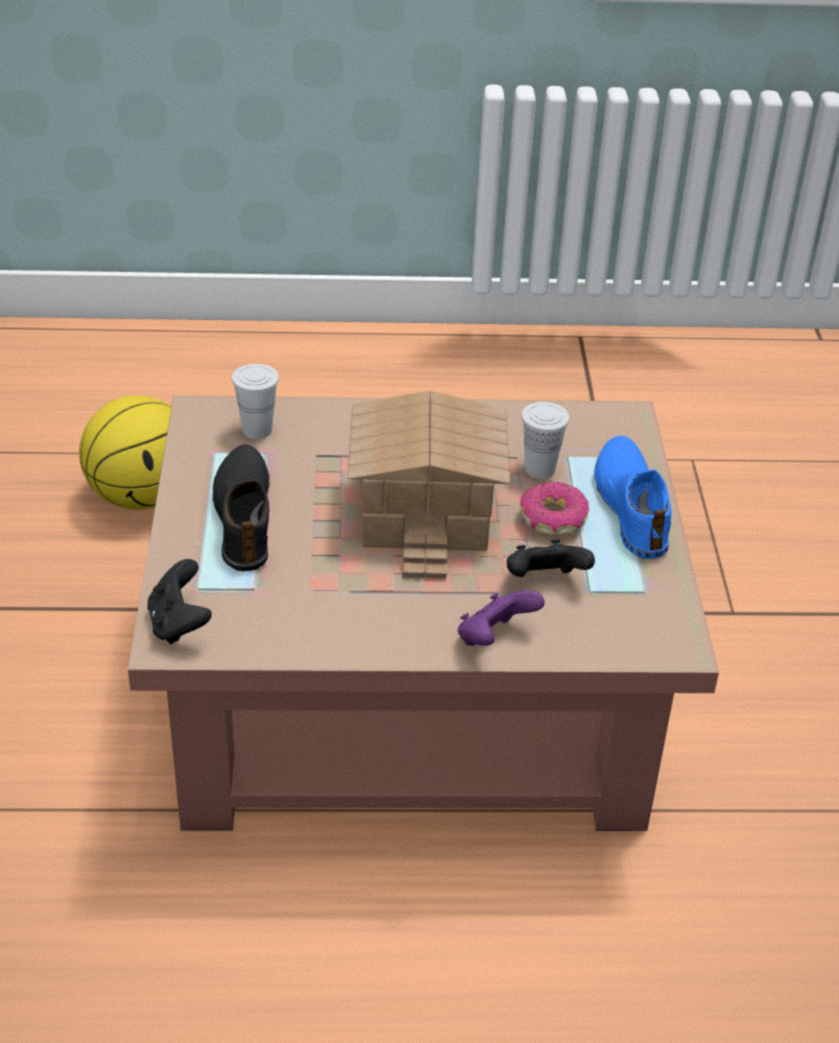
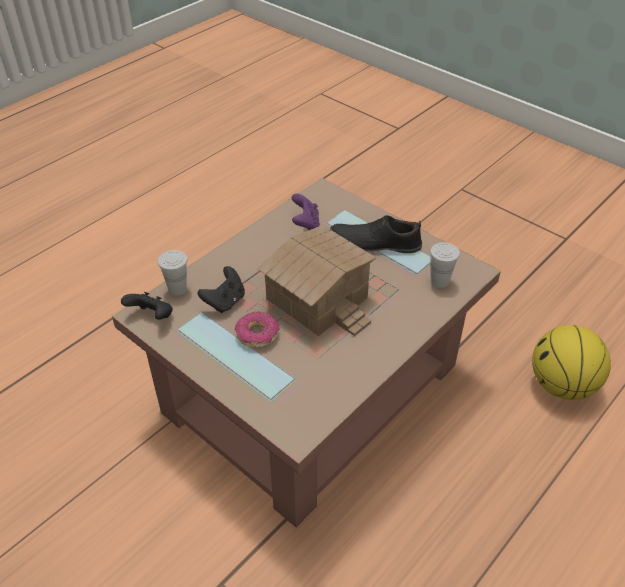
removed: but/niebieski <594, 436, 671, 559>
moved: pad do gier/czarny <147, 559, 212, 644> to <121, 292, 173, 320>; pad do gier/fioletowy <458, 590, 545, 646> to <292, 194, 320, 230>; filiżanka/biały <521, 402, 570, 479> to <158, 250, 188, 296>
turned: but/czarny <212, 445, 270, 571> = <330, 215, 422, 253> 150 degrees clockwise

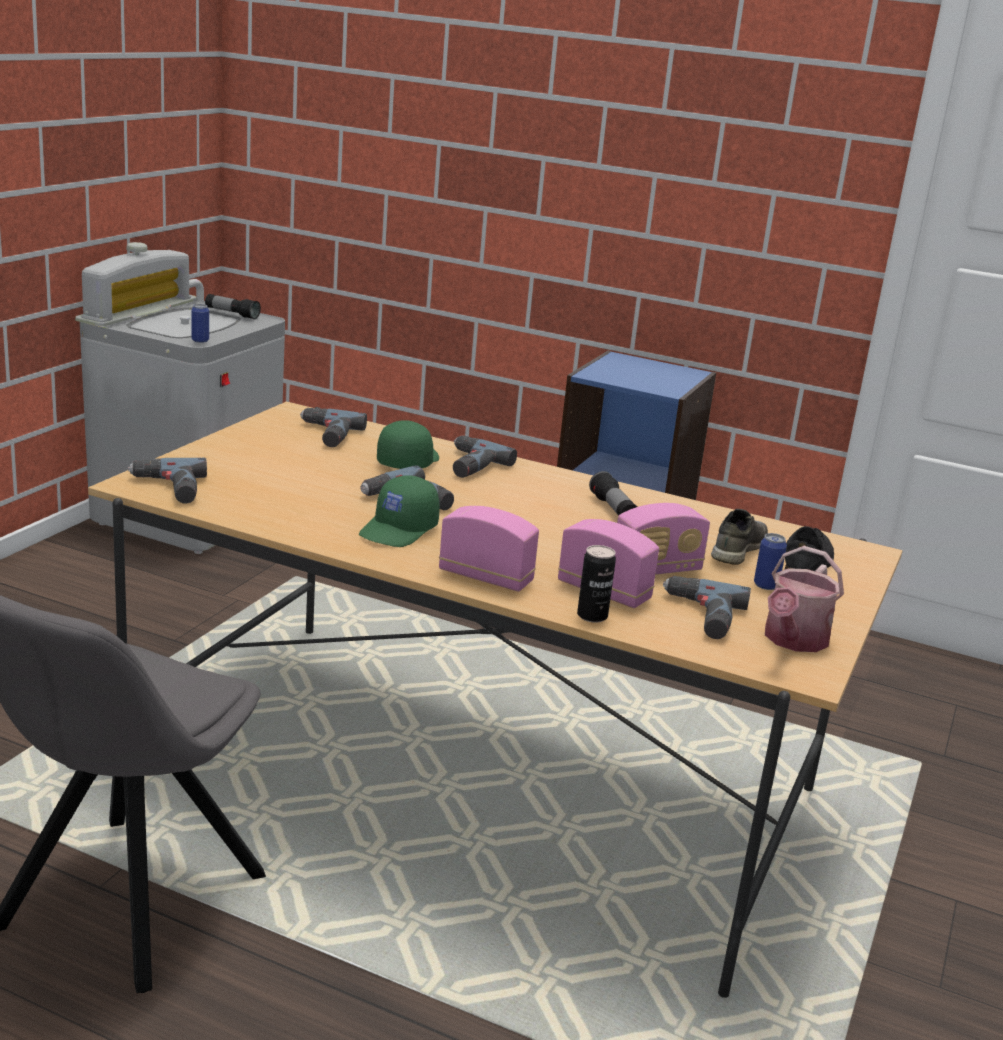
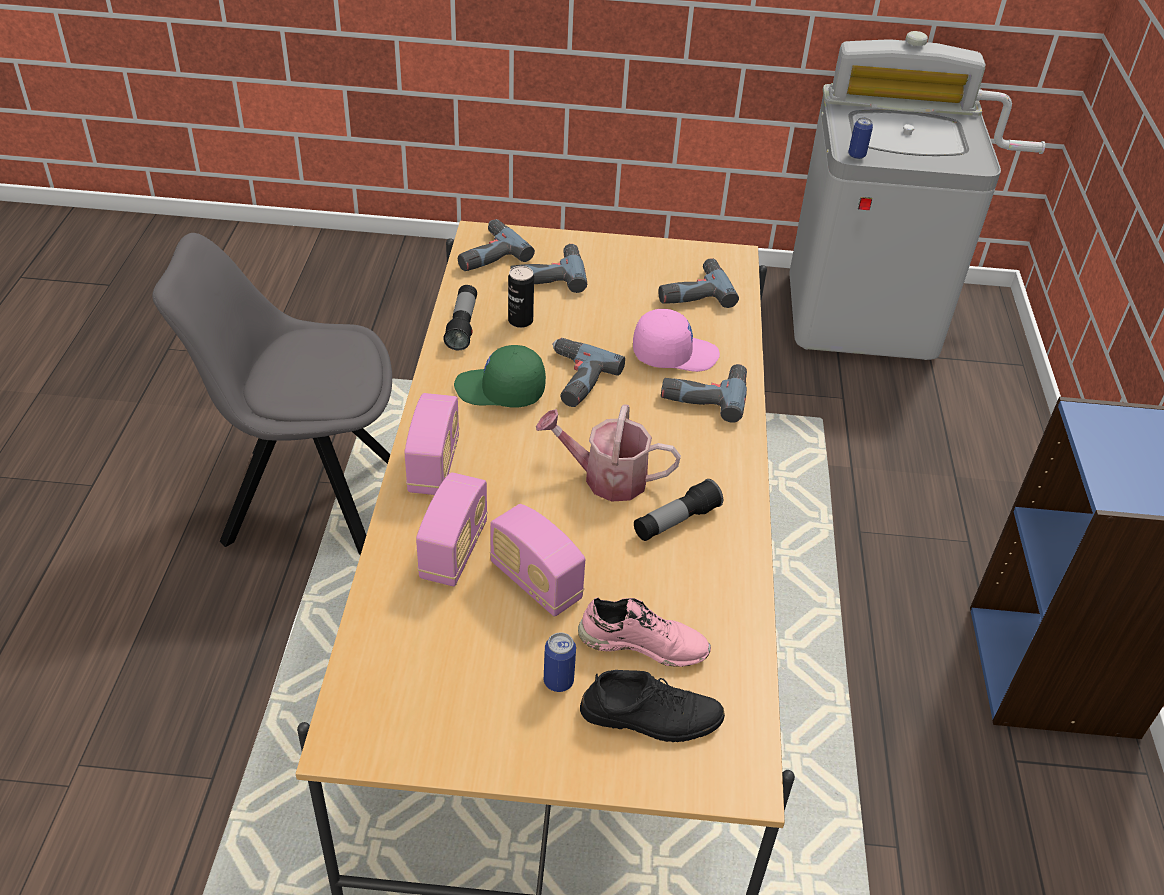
moved: latarka <205, 294, 261, 319> to <443, 285, 477, 350>; puszka <577, 545, 616, 622> to <508, 266, 534, 328>; wiertarka <663, 576, 751, 639> to <510, 244, 587, 293>; konewka <765, 546, 844, 652> to <536, 404, 681, 502>
recoloured: czapka z daszkiem/zielony <377, 420, 439, 469> to czapka z daszkiem/różowy <633, 309, 720, 372>; but/szary <711, 509, 768, 565> to but/różowy <578, 598, 711, 667>

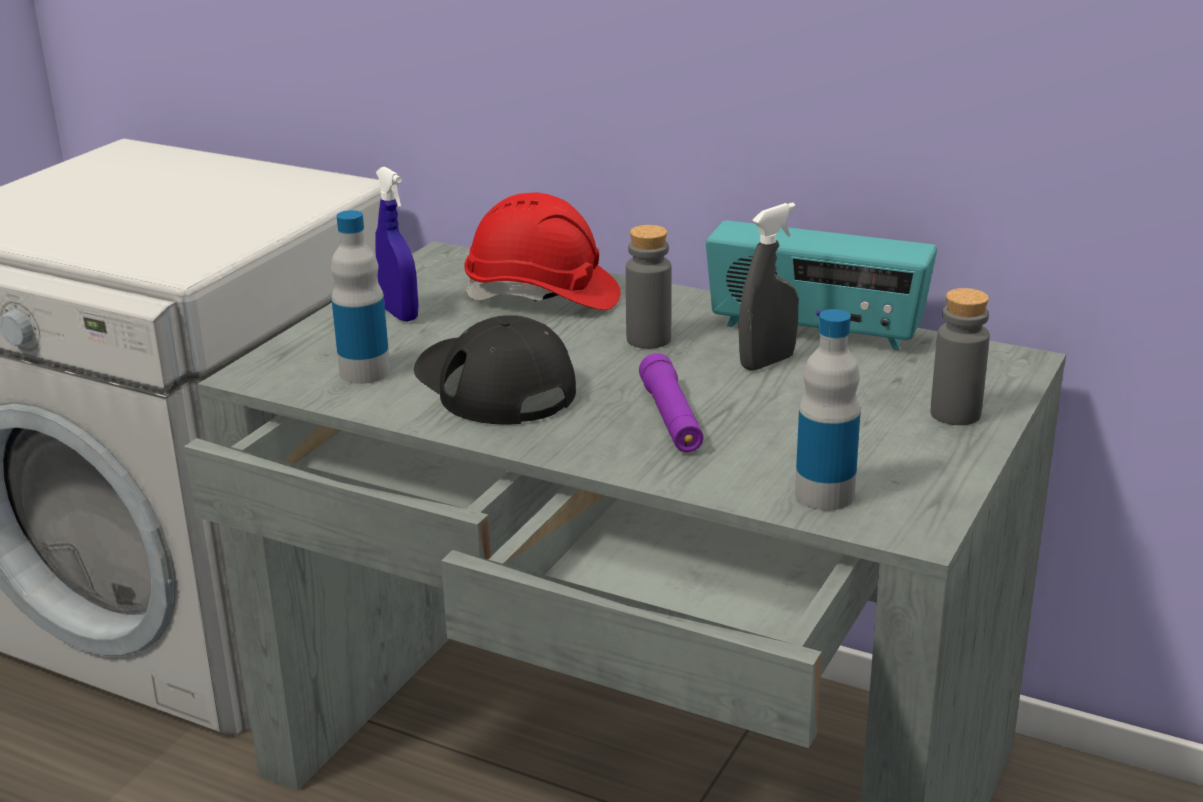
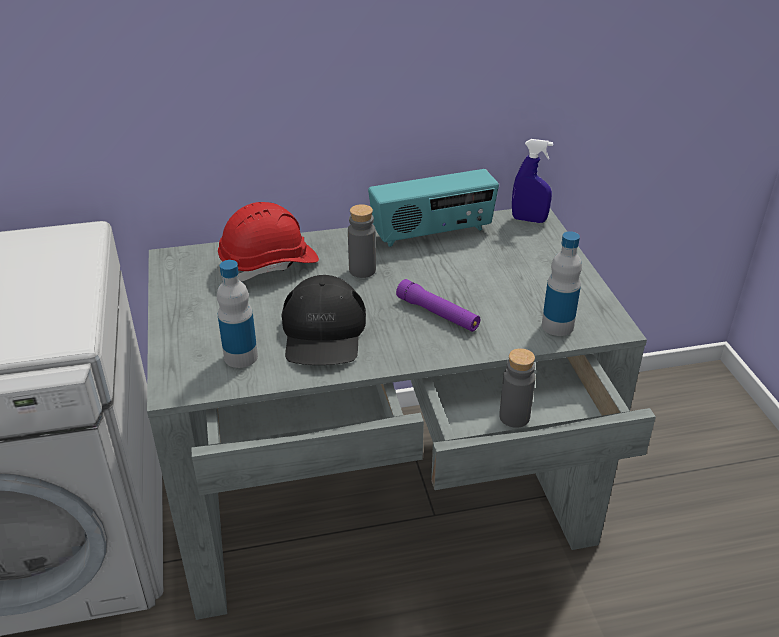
removed: spryskiwacz/szary <739, 202, 798, 371>
moved: spryskiwacz/niebieski <375, 167, 418, 322> to <512, 139, 553, 223>; butelka/szary <930, 288, 990, 425> to <499, 348, 535, 428>
turned: czapka z daszkiem/czarny <414, 315, 576, 424> = <282, 275, 366, 365> 105 degrees counterclockwise

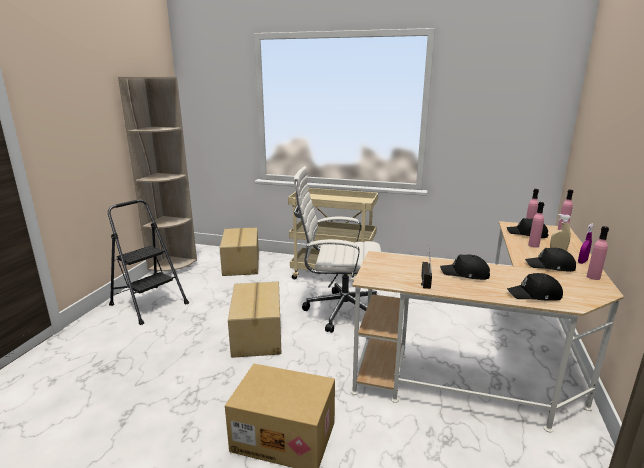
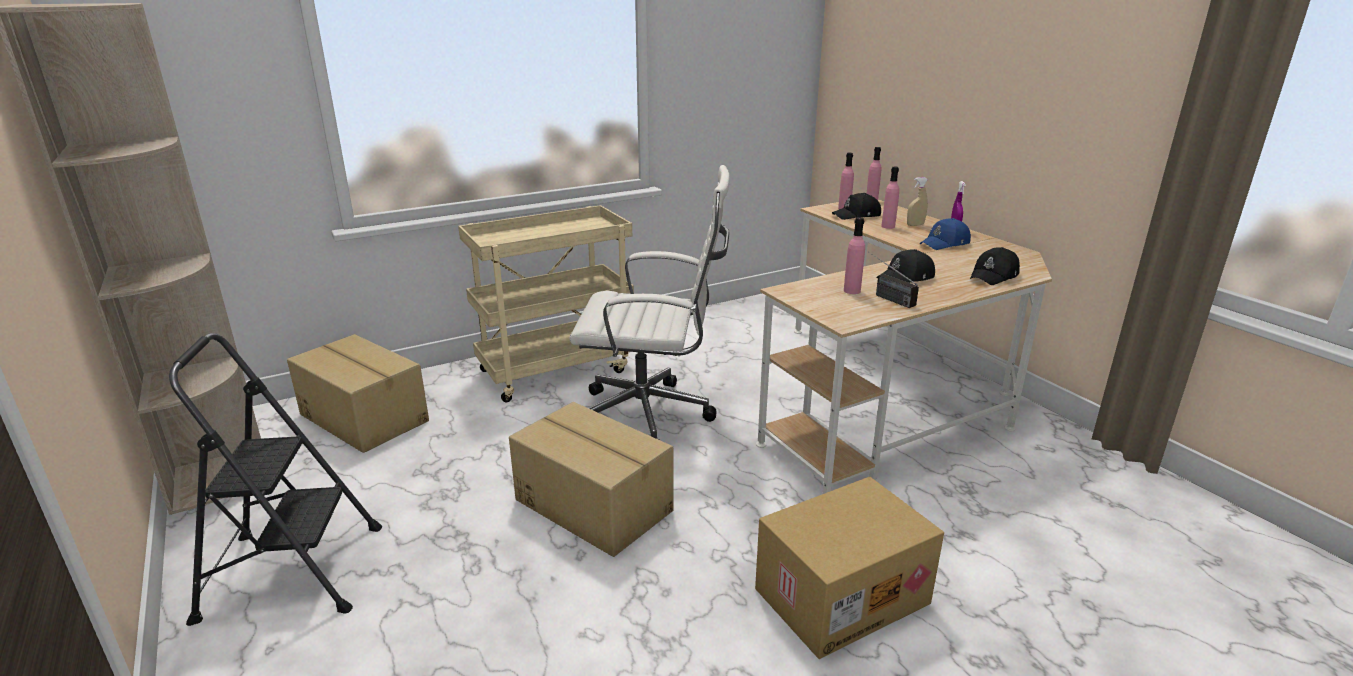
moved: butelka/różowy <587, 226, 609, 280> to <844, 217, 865, 294>
recoloured: czapka z daszkiem/czarny <525, 248, 576, 272> to czapka z daszkiem/niebieski <920, 218, 971, 250>
turned: krzesło biurowe/biały <294, 166, 381, 333> = <570, 165, 730, 441> 135 degrees counterclockwise

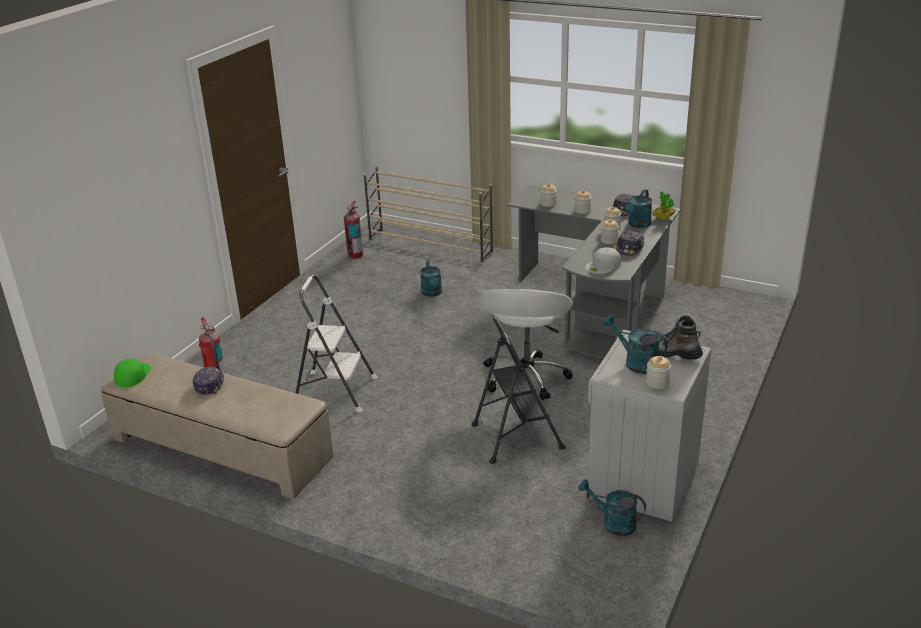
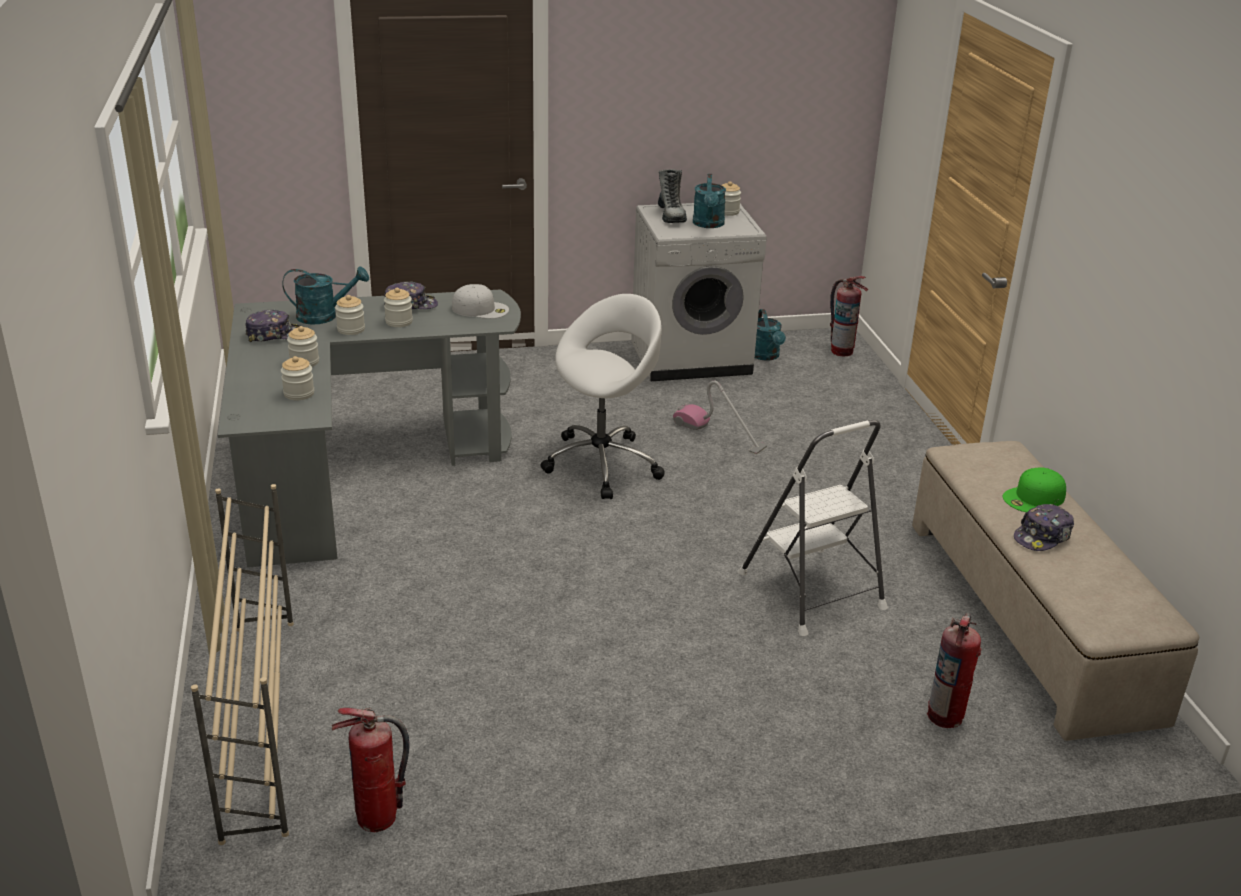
removed: konewka/turkusowy <420, 261, 442, 297>; roślina doniczkowa <653, 191, 676, 220>
added: gaśnica <830, 276, 868, 356>
moved: czapka z daszkiem/zielony <114, 359, 151, 387> to <1003, 467, 1066, 512>
replaced: drabinka/czarny <471, 316, 566, 464> to odkurzacz <673, 381, 767, 454>

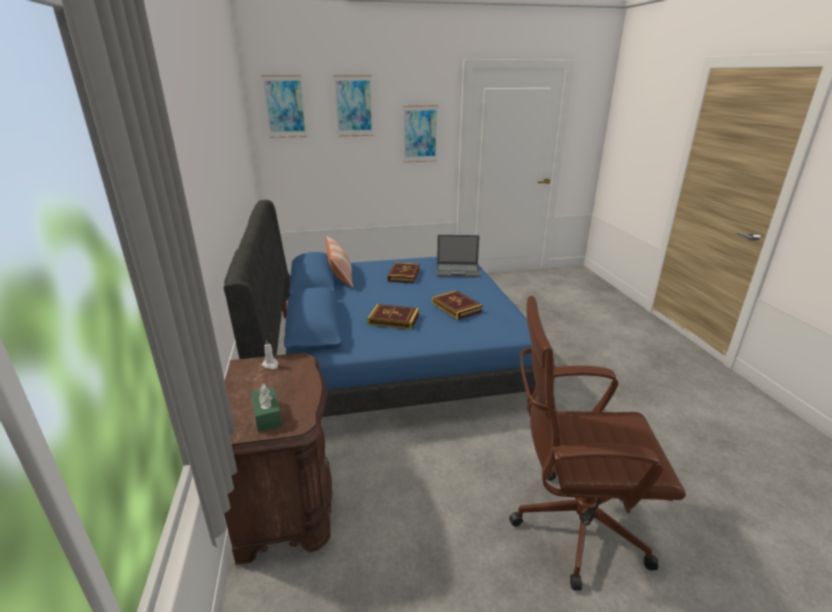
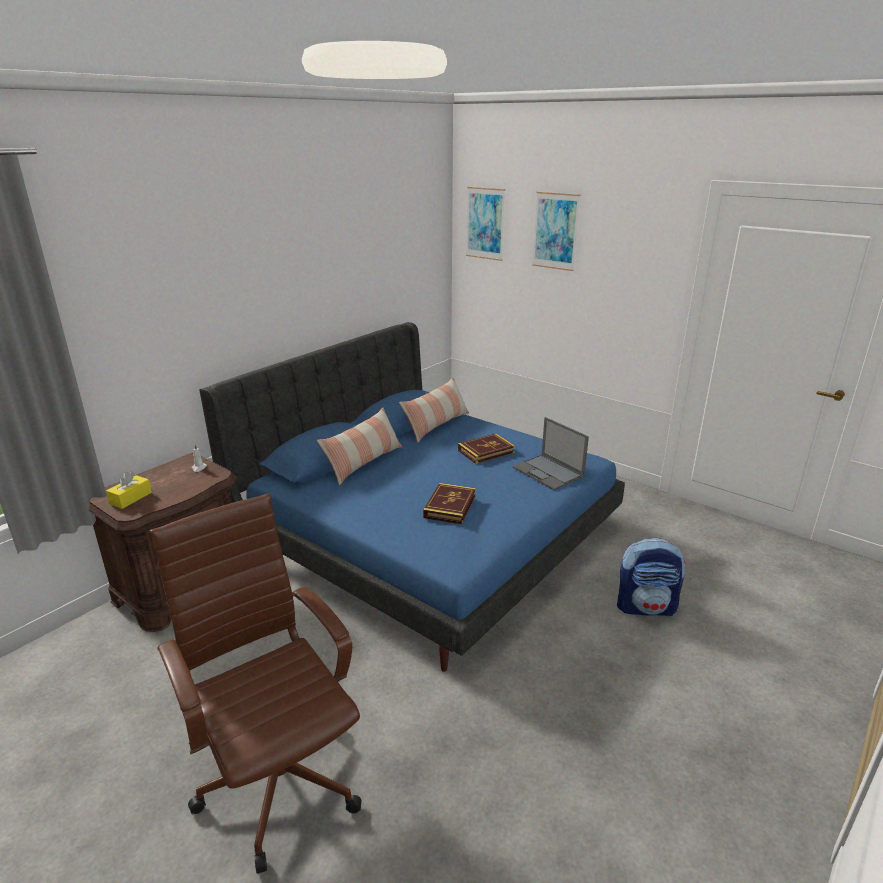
removed: książka <367, 304, 419, 330>; obraz <403, 105, 438, 163>
added: poduszka <317, 408, 402, 486>; plecak <617, 538, 686, 616>
recoloured: pudełko chusteczek/zielony <251, 384, 282, 432> to pudełko chusteczek/żółty <106, 471, 152, 509>

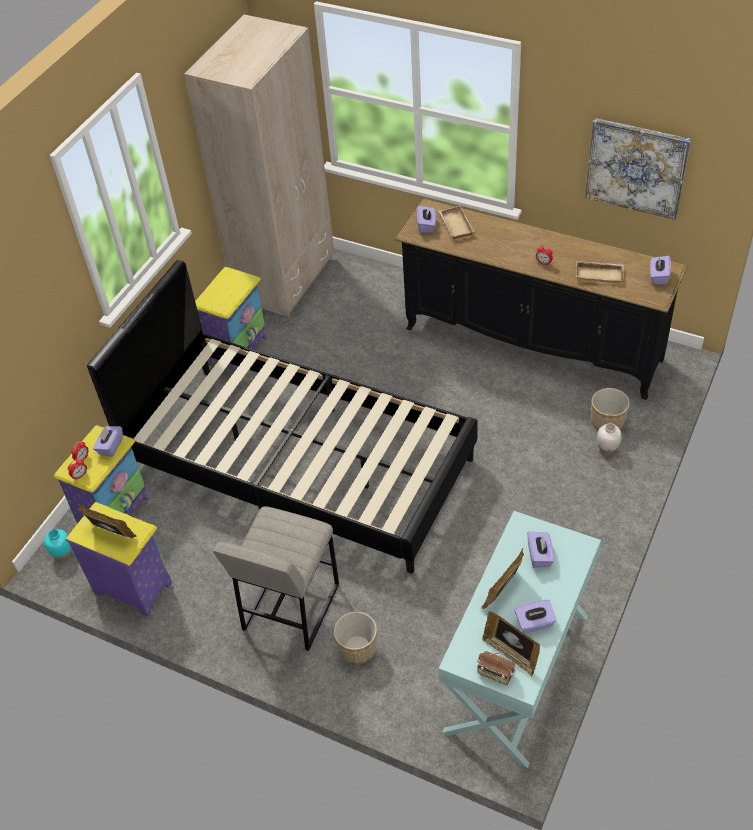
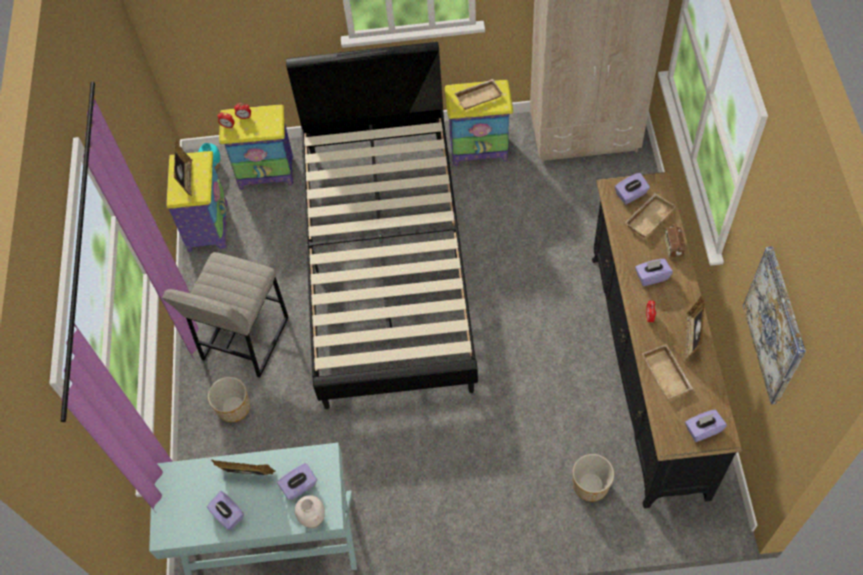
added: taca/beżowy <454, 79, 503, 110>
moved: pudełko chusteczek/fioletowy <93, 426, 123, 457> to <635, 259, 673, 286>; radio <477, 651, 516, 685> to <664, 224, 686, 258>; ramka na zdjęcie <482, 611, 540, 677> to <683, 296, 705, 361>; wazon/biały <597, 423, 622, 455> to <295, 495, 325, 528>
turned: krzesło/szary <213, 506, 339, 651> = <162, 252, 289, 378> 60 degrees counterclockwise

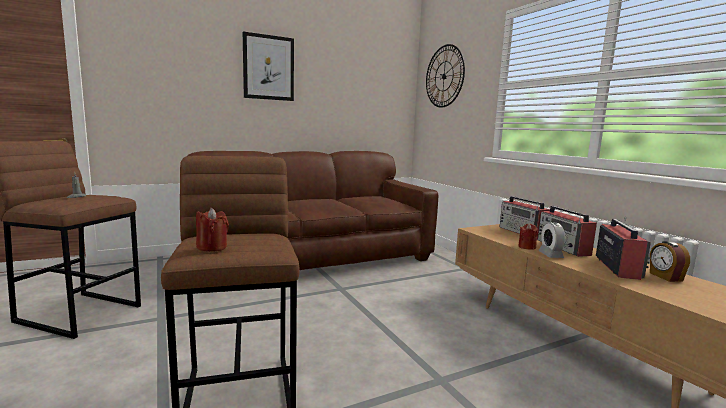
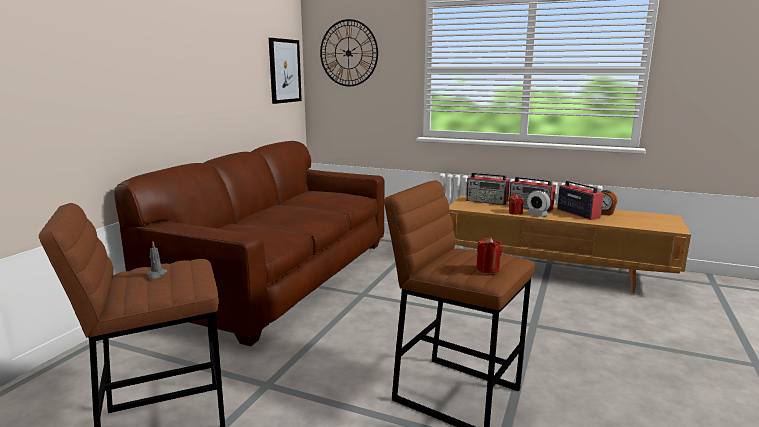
moved: obraz <243, 32, 294, 101> to <269, 38, 302, 104>

